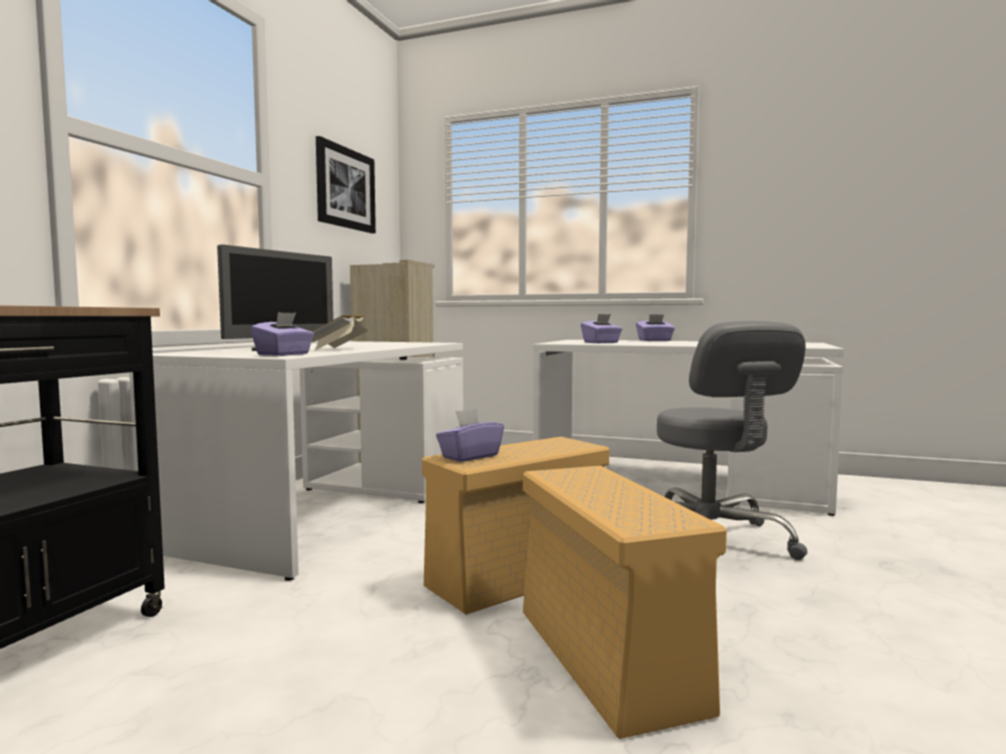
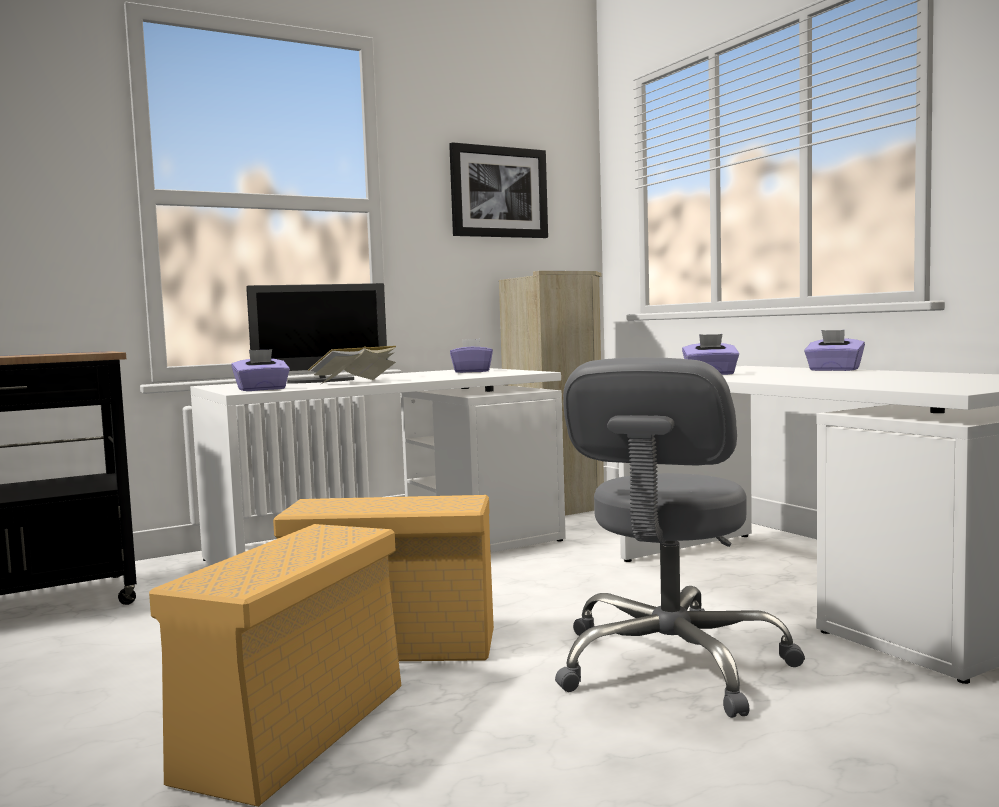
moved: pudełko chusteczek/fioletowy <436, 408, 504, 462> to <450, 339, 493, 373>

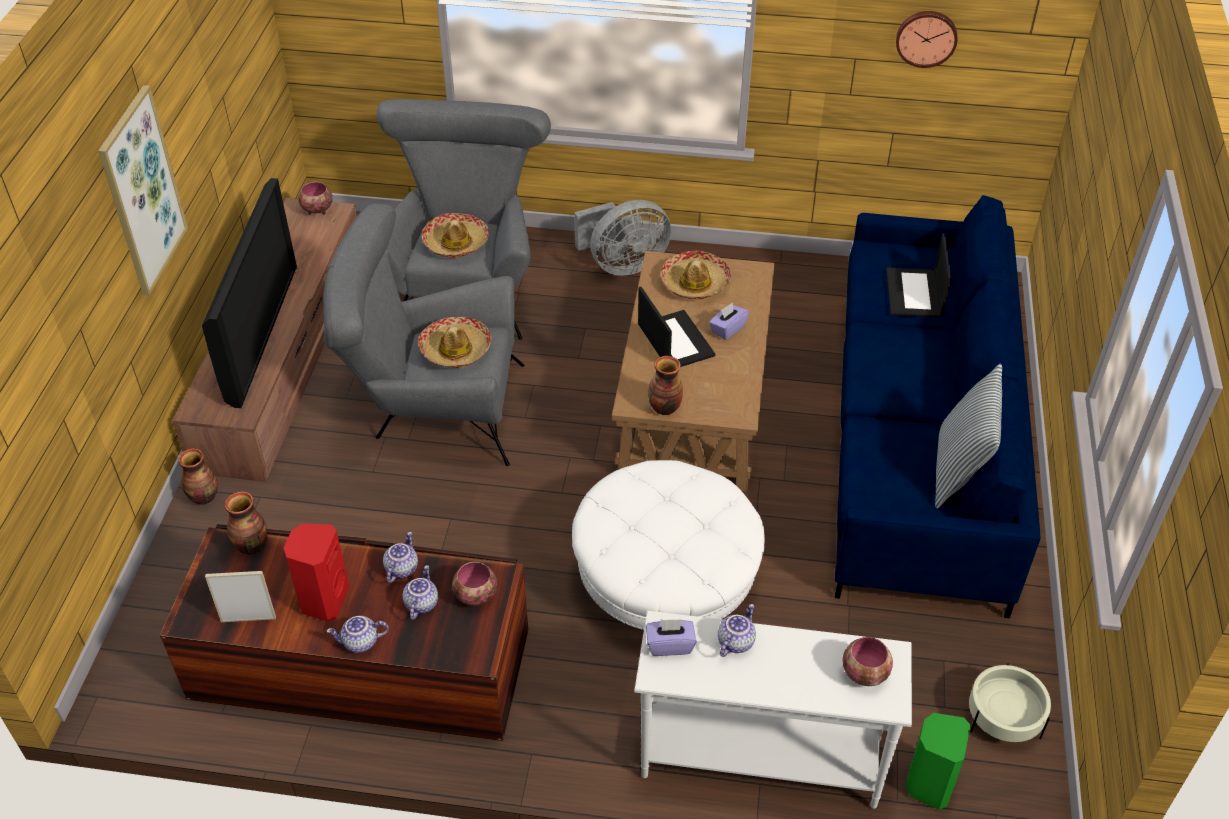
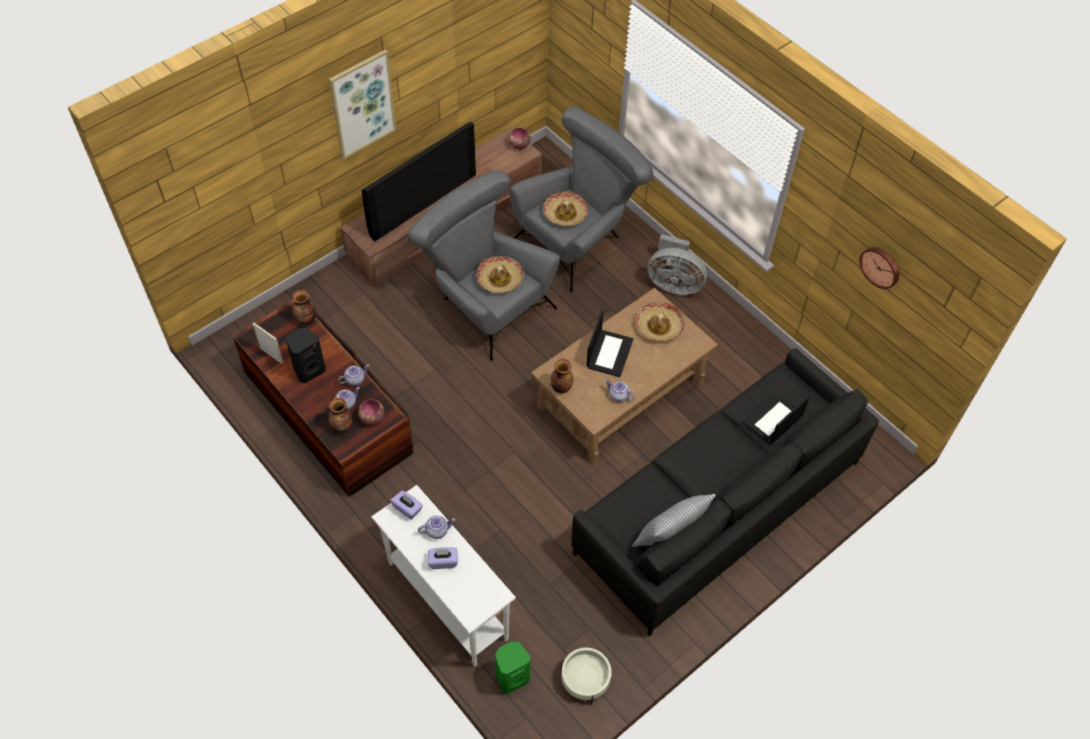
removed: pufa/biały <572, 460, 765, 630>; miska <842, 637, 893, 686>
moved: wazon <179, 449, 218, 505> to <329, 398, 353, 433>; imbryk <326, 616, 389, 653> to <605, 380, 635, 402>; pudełko chusteczek/fioletowy <709, 303, 749, 340> to <428, 547, 458, 569>
recoloured: głośnik/czerwony <283, 523, 349, 622> to głośnik/czarny <286, 328, 326, 383>; kanapa/niebieski <835, 195, 1041, 618> to kanapa/czarny <571, 348, 879, 636>

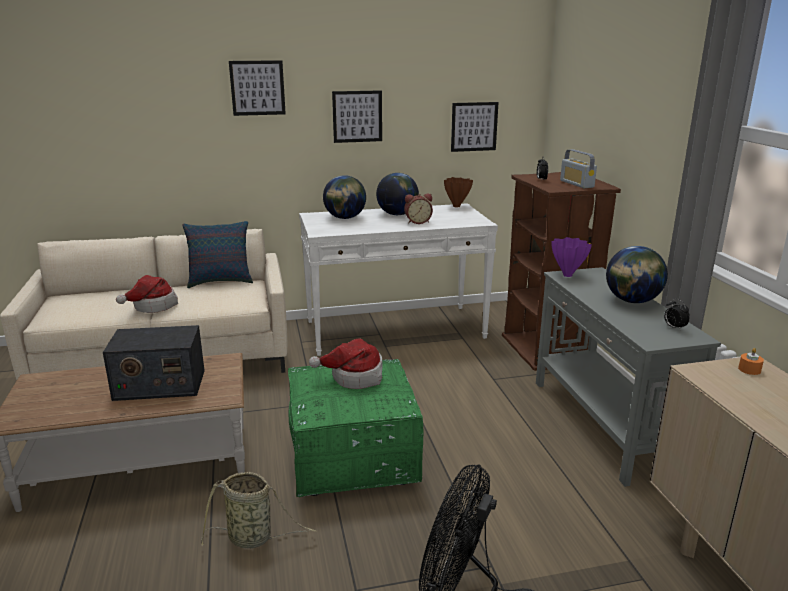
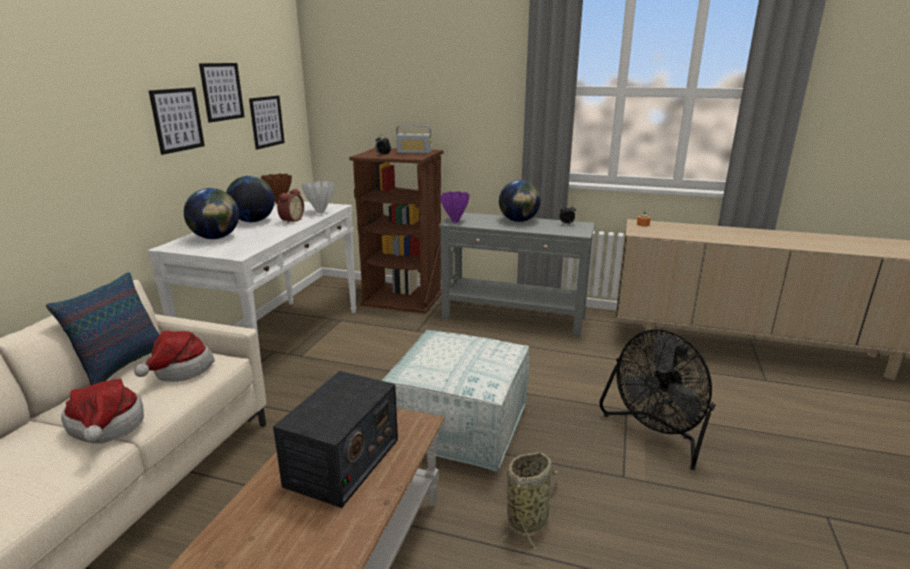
added: wazon/biały <301, 181, 334, 214>
moved: obraz <229, 60, 286, 116> to <199, 63, 245, 123>; kapelusz <309, 338, 383, 389> to <134, 330, 215, 382>
recoloured: pufa/zielony <288, 359, 423, 497> to pufa/biały <382, 330, 529, 472>

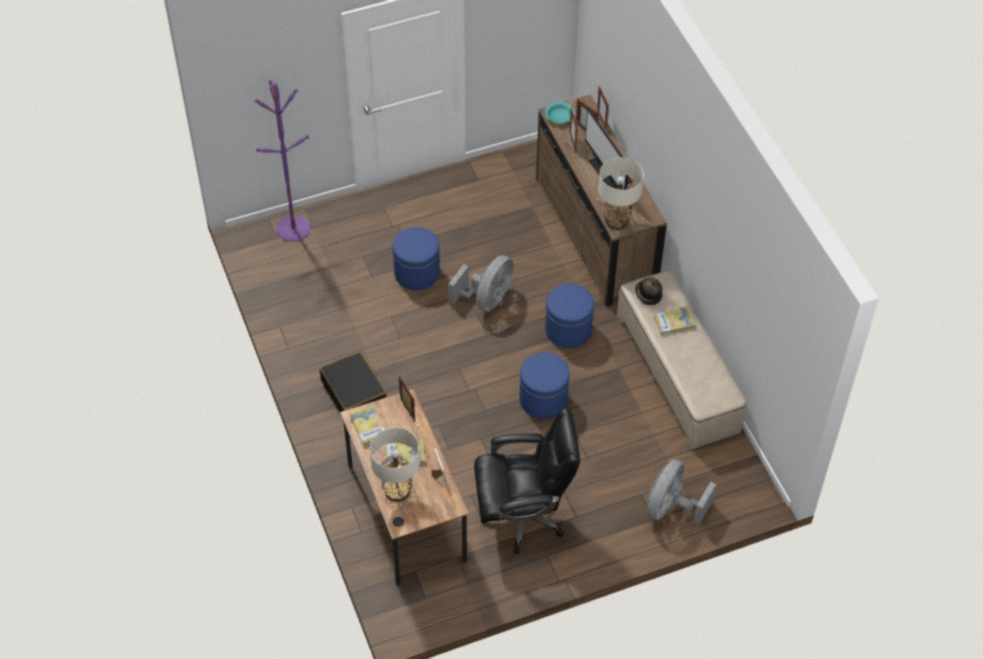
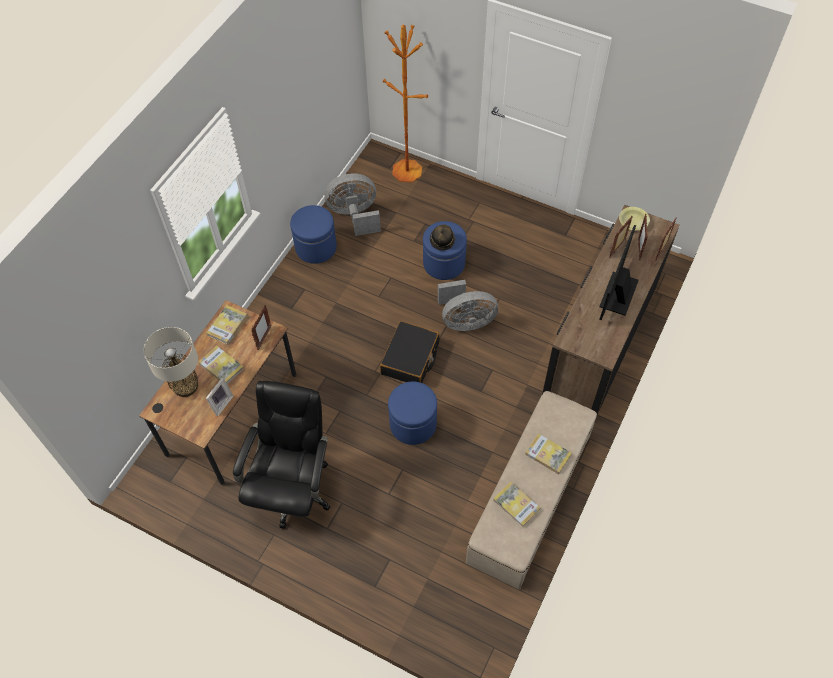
removed: lampa stołowa <598, 157, 644, 230>
added: książka <493, 482, 541, 527>
moved: walizka/czarny <319, 351, 387, 412> to <380, 321, 440, 383>; pufa/niebieski <545, 284, 594, 348> to <290, 205, 337, 264>; kapelusz <635, 277, 662, 305> to <430, 224, 455, 251>; wentylator/szary <647, 459, 716, 525> to <325, 173, 381, 236>
recoloured: wieszak/fioletowy <254, 80, 311, 241> to wieszak/pomarańczowy <383, 24, 428, 182>; miska/turkusowy <545, 102, 575, 123> to miska/żółty <619, 207, 650, 231>
turned: krzesło biurowe/czarny <474, 408, 580, 554> = <233, 381, 330, 529> 120 degrees counterclockwise

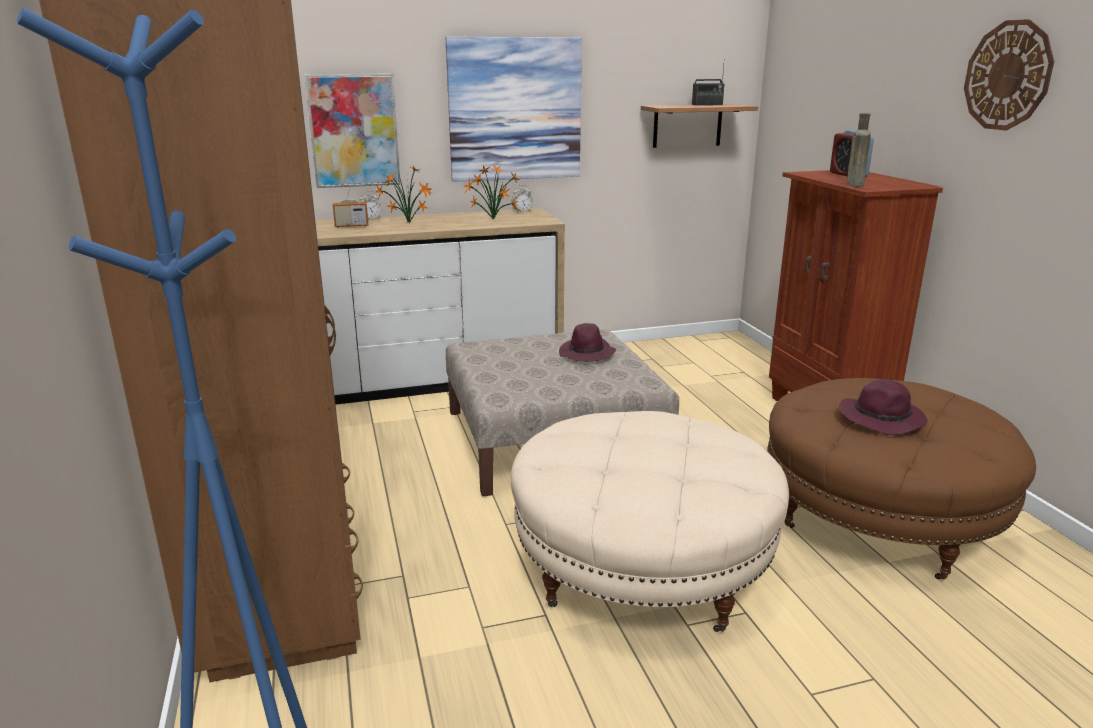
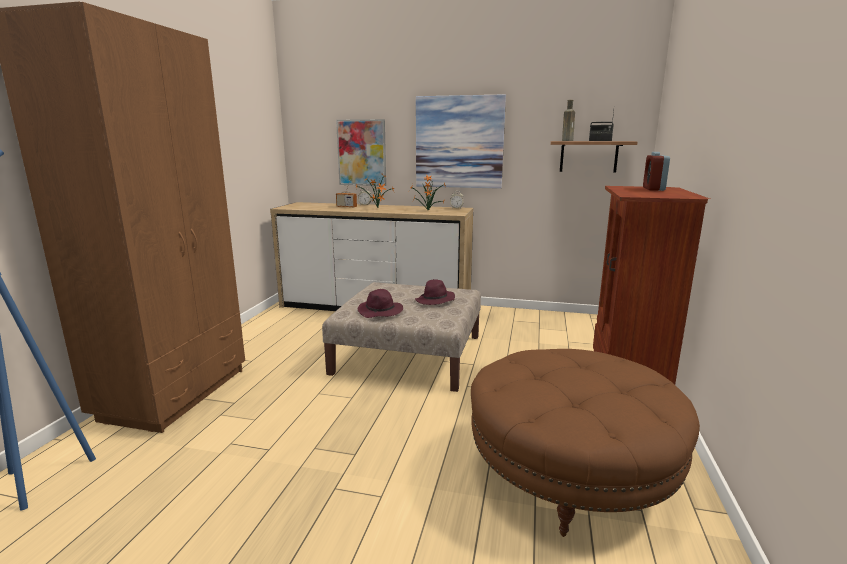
removed: pufa/beżowy <511, 411, 789, 632>; zegar ścienny <964, 19, 1054, 130>
moved: kapelusz/fioletowy <839, 379, 928, 435> to <358, 289, 403, 318>; butelka/brązowy <847, 113, 871, 187> to <562, 100, 575, 141>

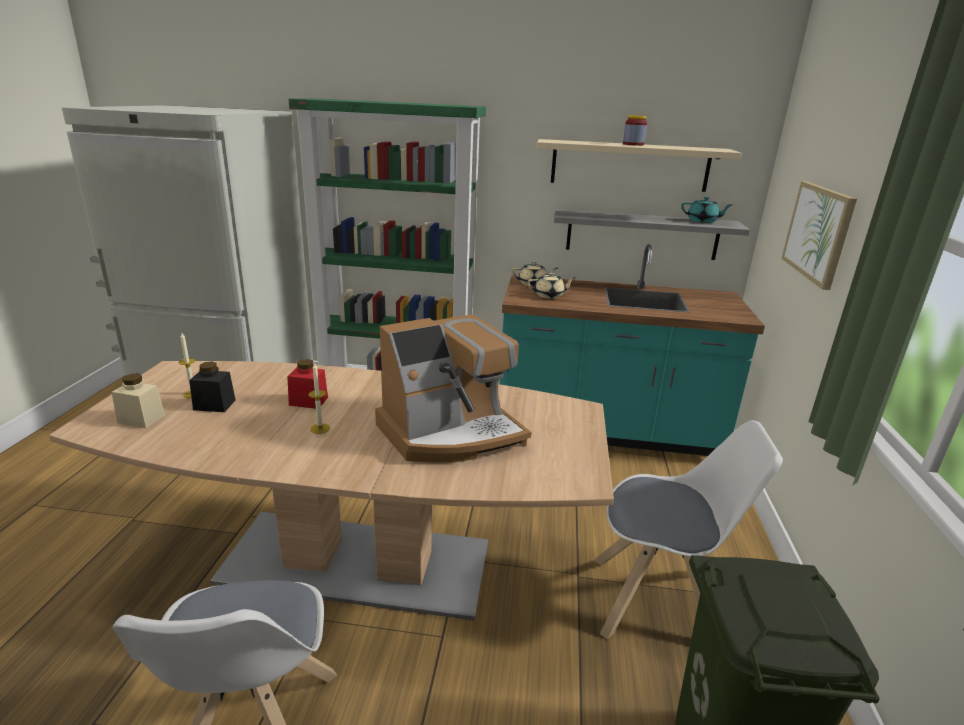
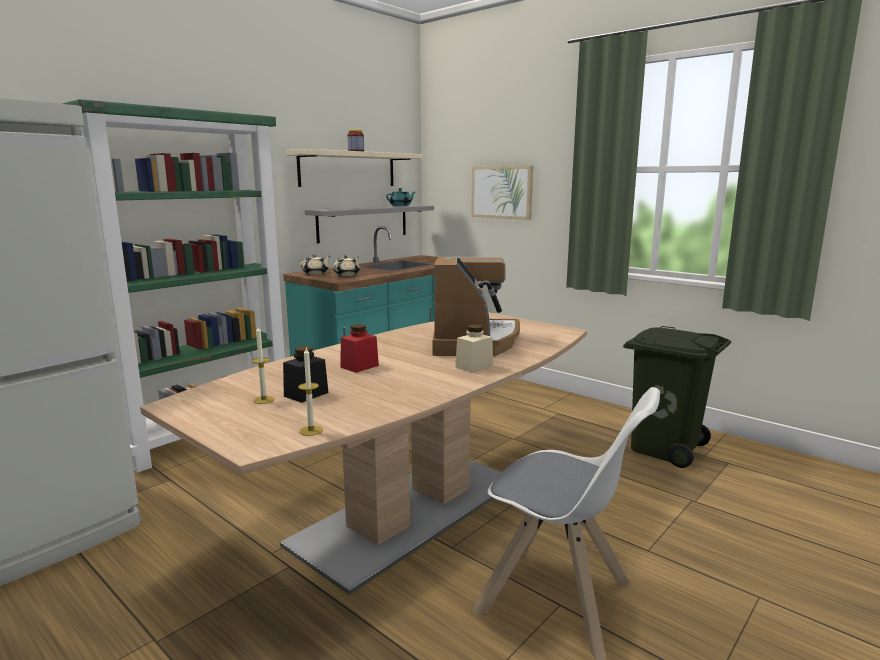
removed: krzesło <594, 420, 783, 639>
moved: słoik/beżowy <112, 374, 165, 428> to <455, 324, 493, 373>; świeca <308, 362, 330, 434> to <298, 348, 323, 436>

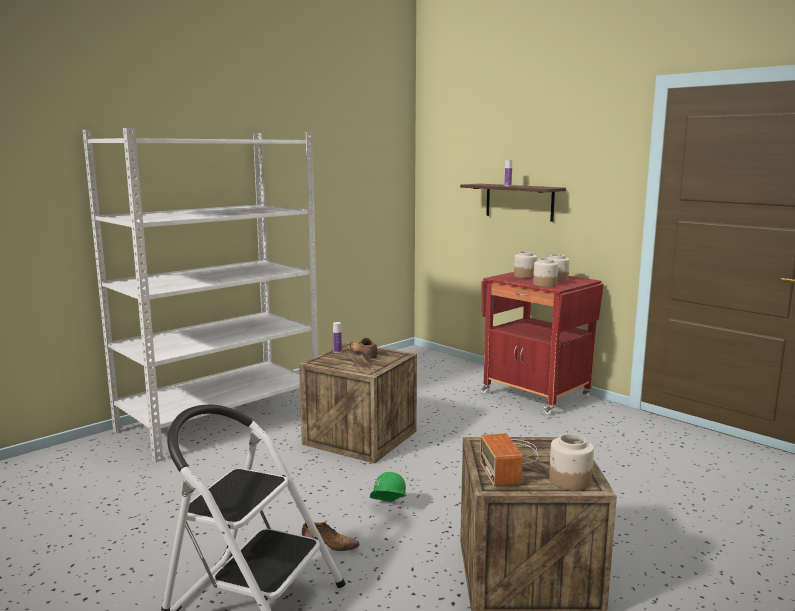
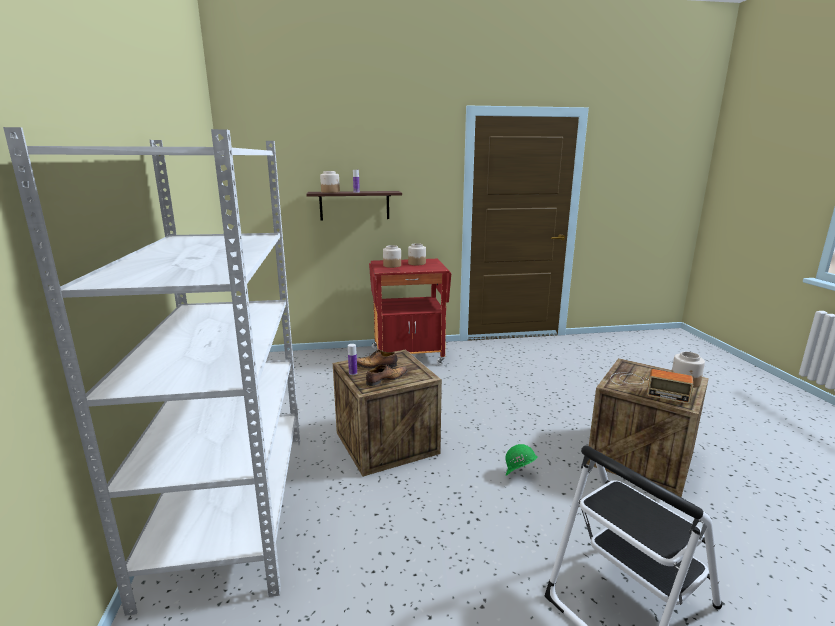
moved: but <302, 522, 360, 551> to <366, 365, 408, 386>; słoik <533, 258, 558, 287> to <320, 171, 340, 193>

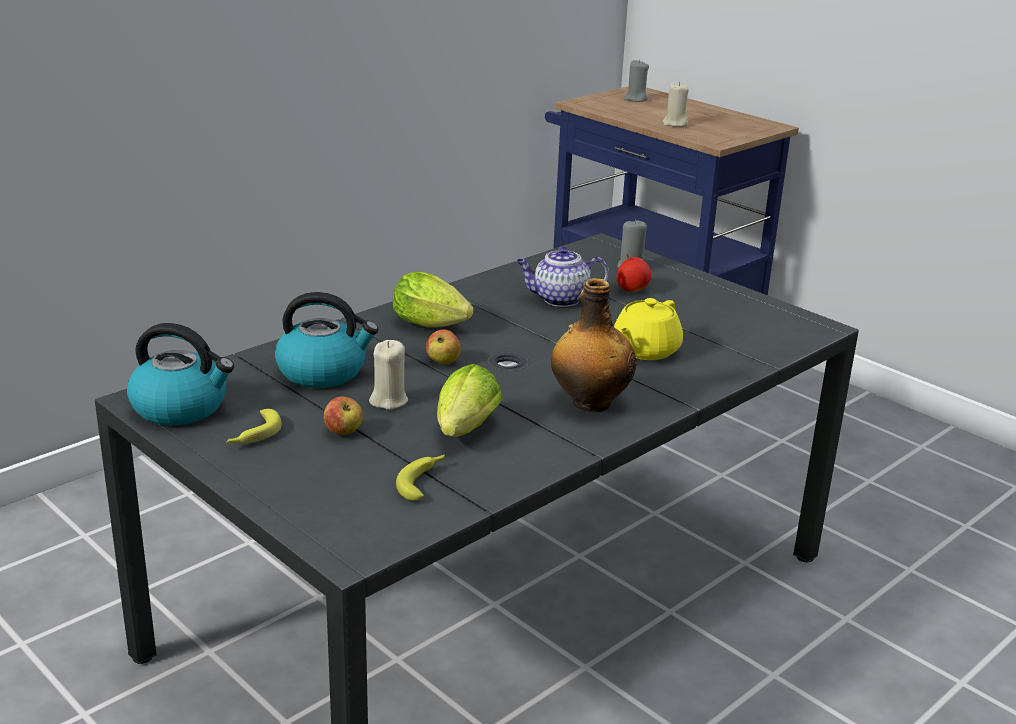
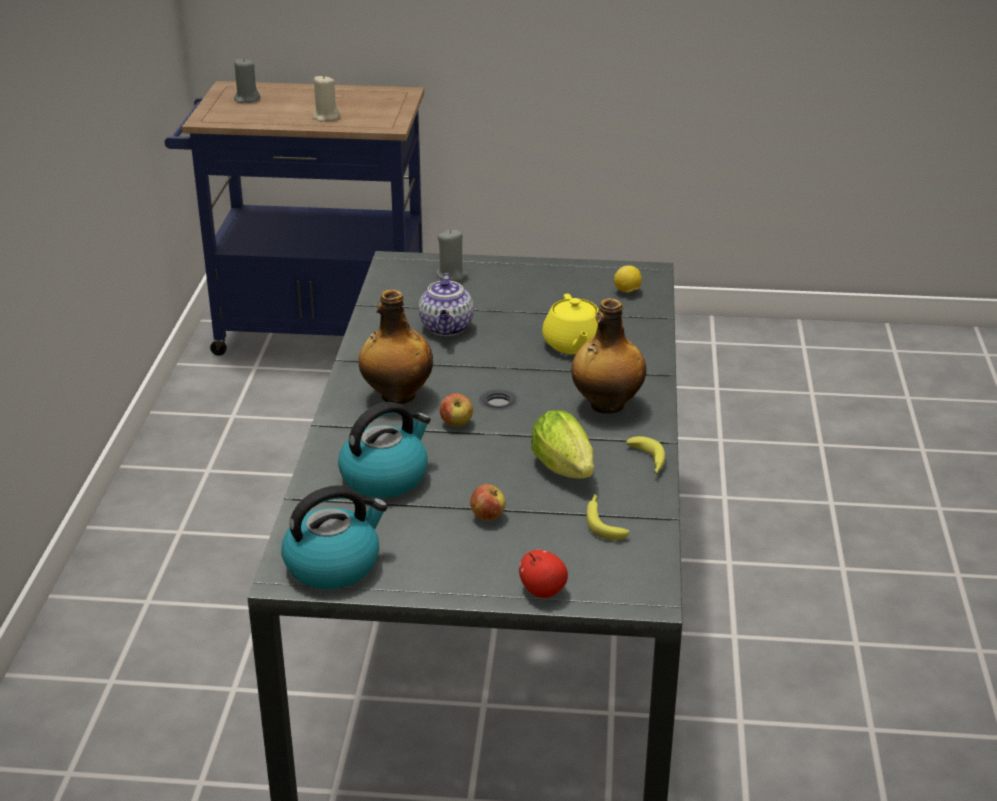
removed: świeca/beżowy <369, 340, 408, 410>
added: cytryna <614, 266, 642, 292>
moved: banan <226, 409, 282, 444> to <626, 436, 665, 474>; jabłko <617, 253, 651, 292> to <519, 550, 568, 598>
replaced: sałata <393, 271, 473, 328> to butelka <358, 290, 433, 404>
turned: imbryk <516, 247, 609, 307> = <419, 273, 474, 336> 45 degrees counterclockwise

